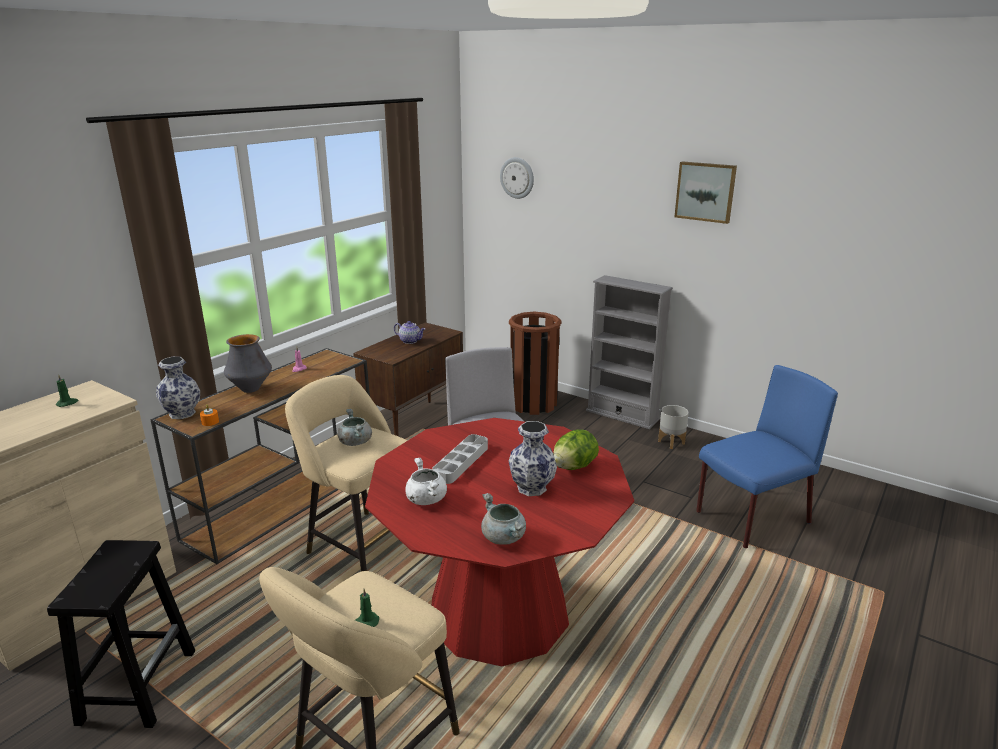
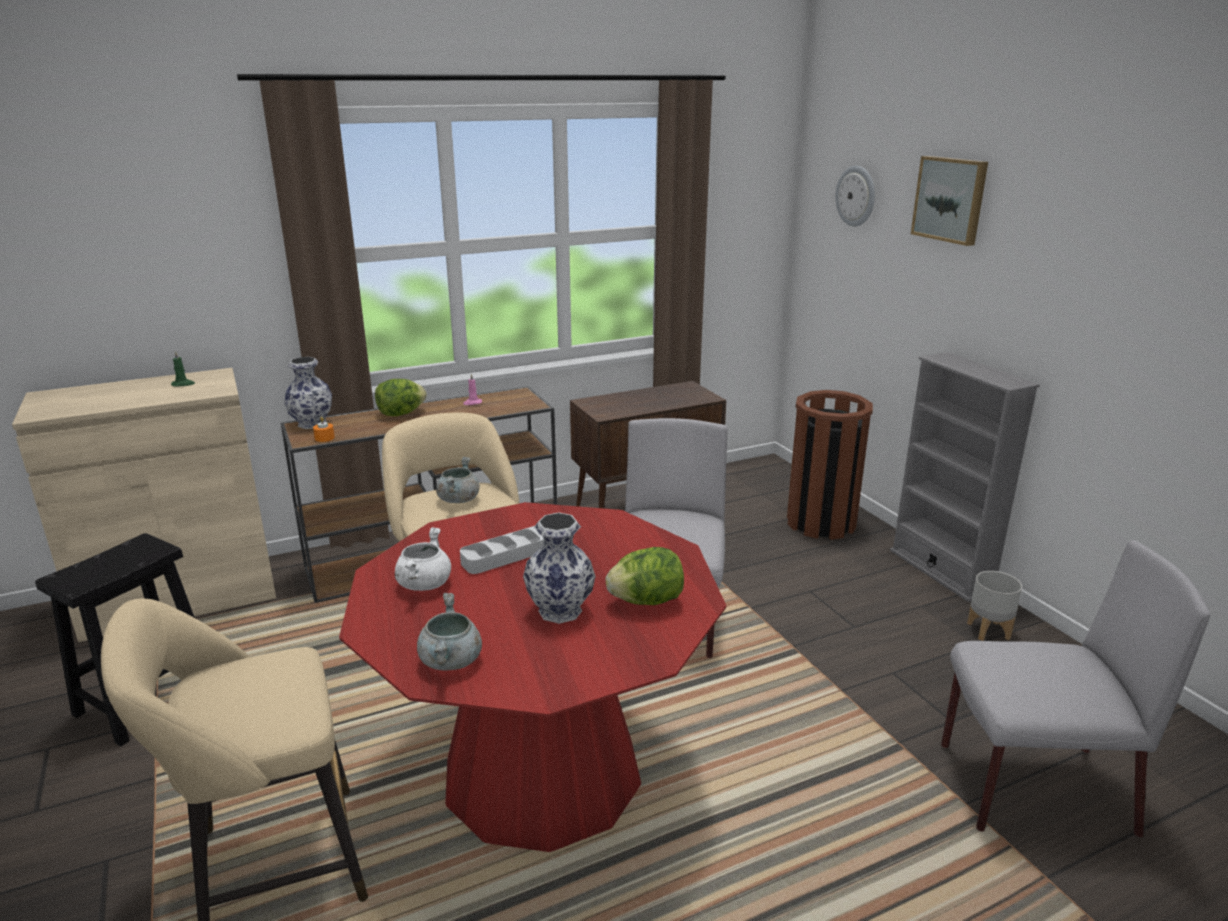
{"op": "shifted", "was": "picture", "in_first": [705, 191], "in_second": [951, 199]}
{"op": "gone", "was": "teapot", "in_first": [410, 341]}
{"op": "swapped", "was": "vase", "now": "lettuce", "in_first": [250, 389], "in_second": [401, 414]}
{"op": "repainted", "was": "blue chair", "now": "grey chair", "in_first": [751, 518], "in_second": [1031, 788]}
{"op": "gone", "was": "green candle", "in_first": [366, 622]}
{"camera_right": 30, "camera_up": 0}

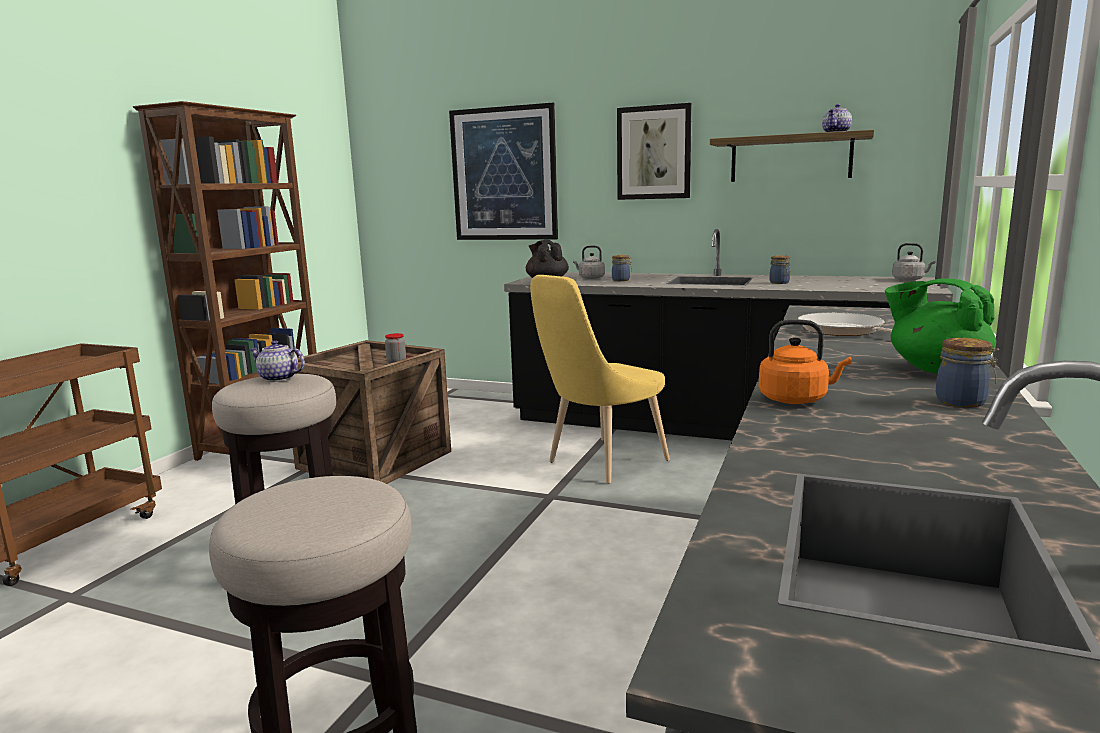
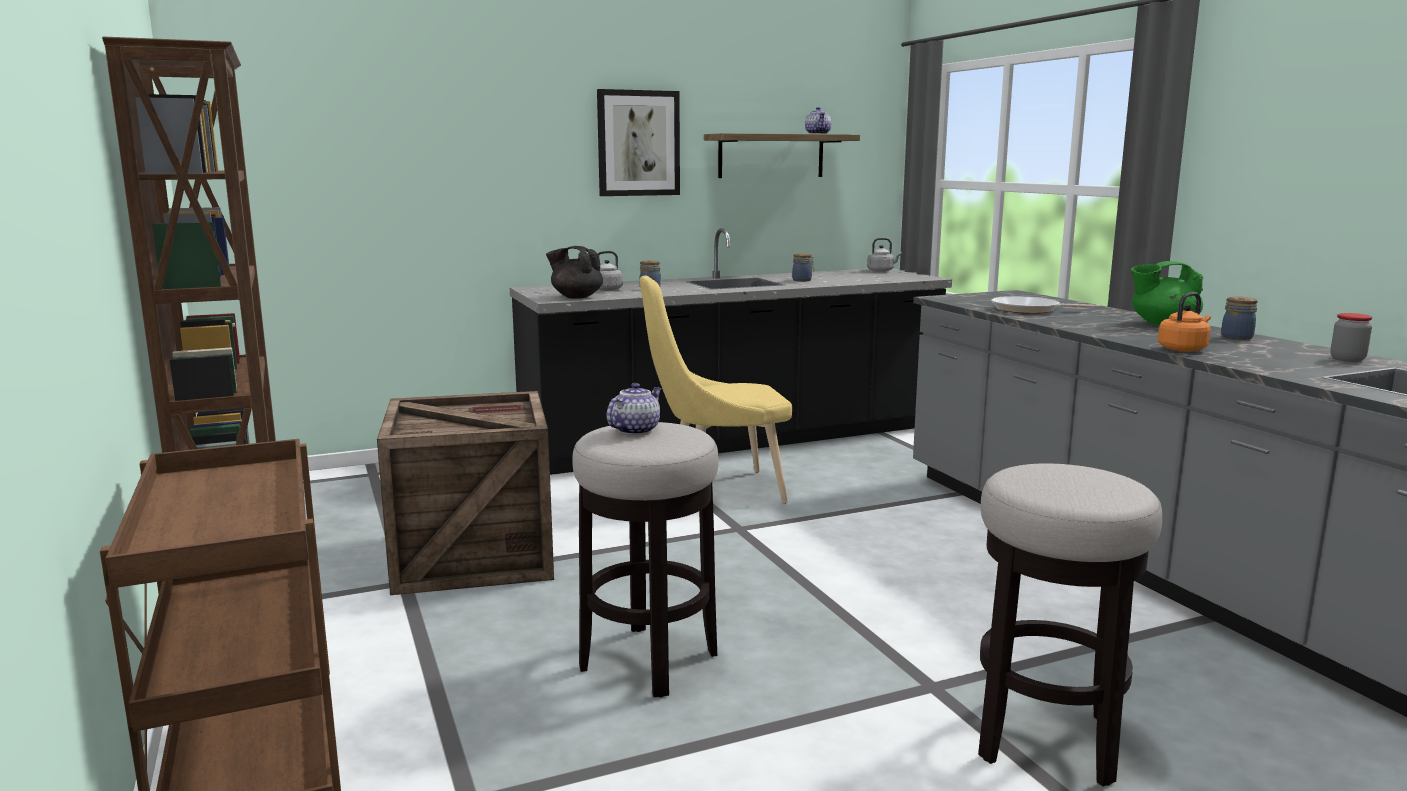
{"op": "gone", "was": "picture", "in_first": [504, 174]}
{"op": "rotated", "was": "yellow chair", "in_first": [601, 463], "in_second": [716, 491], "clockwise": 75}
{"op": "shifted", "was": "jar", "in_first": [396, 362], "in_second": [1347, 359]}
{"op": "rotated", "was": "teapot", "in_first": [278, 378], "in_second": [634, 430], "clockwise": 150}
{"camera_right": -45, "camera_up": 0}

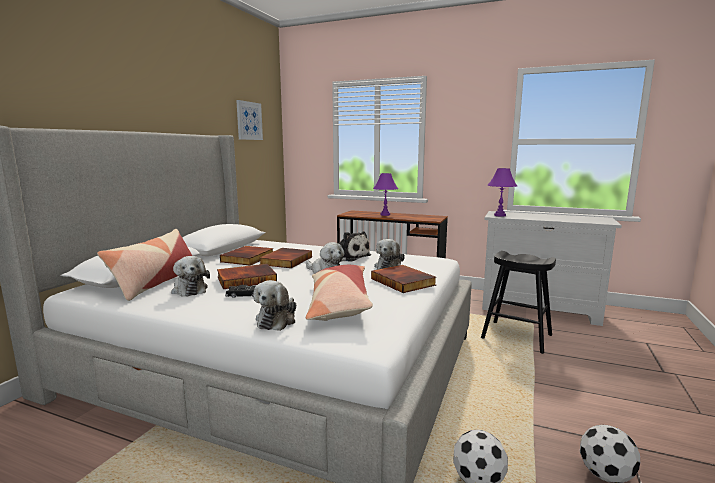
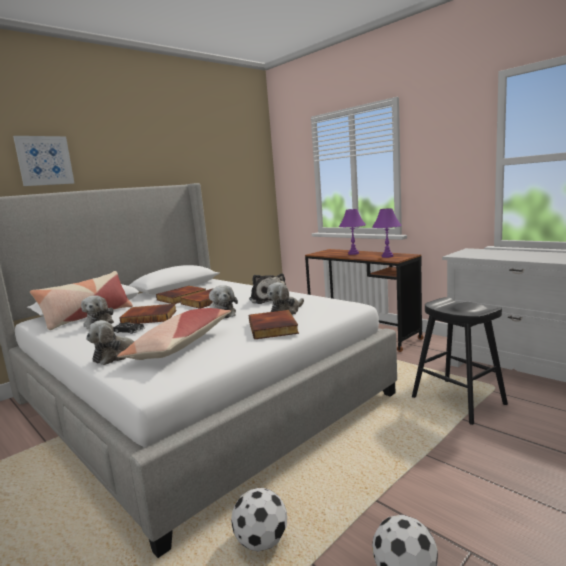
{"op": "shifted", "was": "picture", "in_first": [249, 121], "in_second": [44, 161]}
{"op": "shifted", "was": "purple table lamp", "in_first": [500, 215], "in_second": [387, 256]}
{"camera_right": 25, "camera_up": 0}

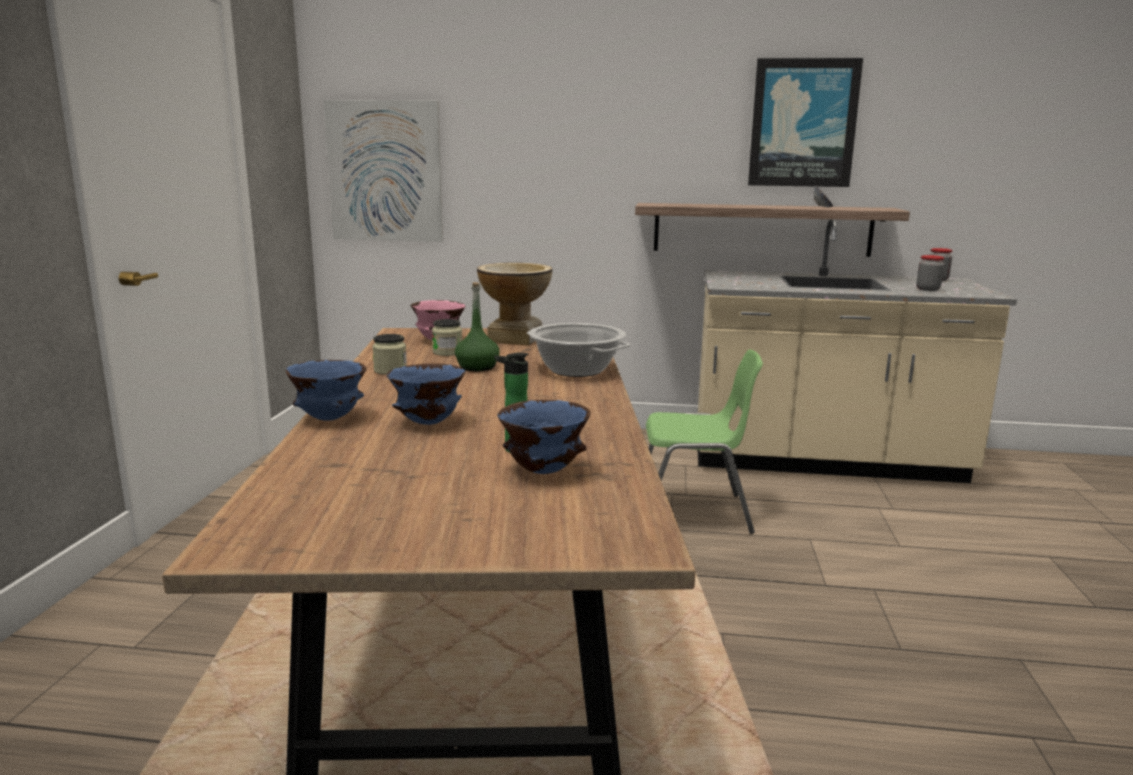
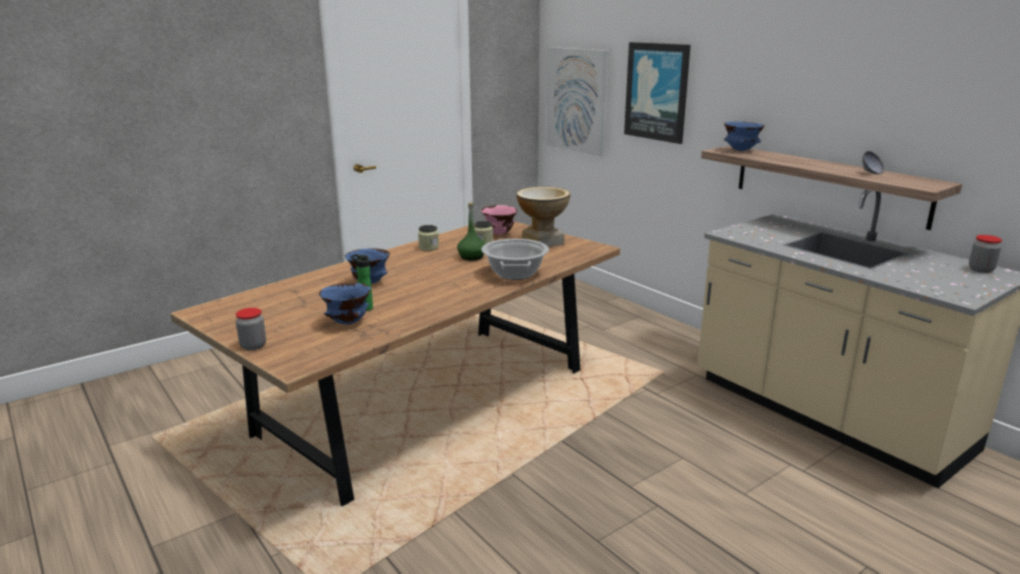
{"op": "shifted", "was": "picture", "in_first": [803, 123], "in_second": [657, 92]}
{"op": "shifted", "was": "jar", "in_first": [927, 289], "in_second": [253, 346]}
{"op": "gone", "was": "green chair", "in_first": [693, 513]}
{"op": "shifted", "was": "blue bowl", "in_first": [330, 419], "in_second": [741, 150]}
{"camera_right": 45, "camera_up": 5}

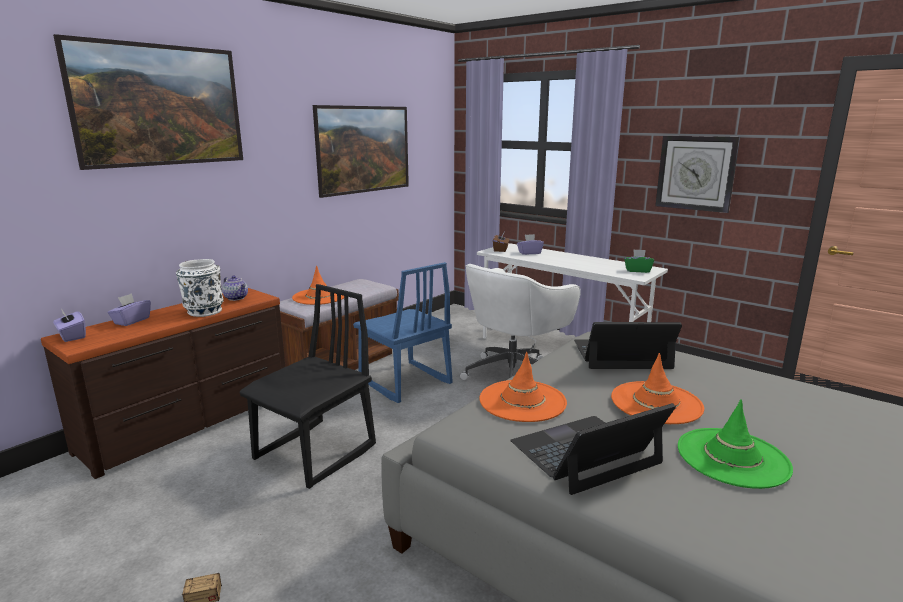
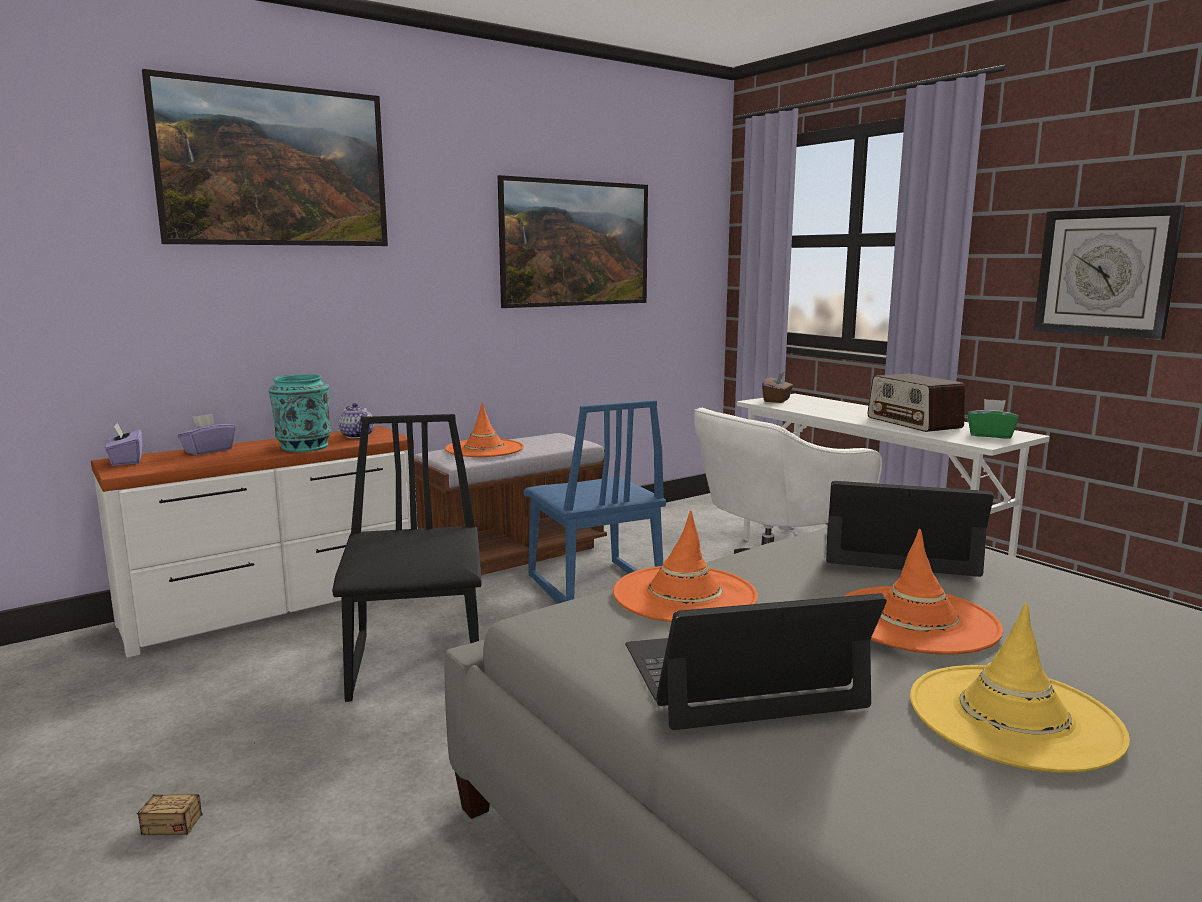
{"op": "gone", "was": "purple tissue box", "in_first": [529, 253]}
{"op": "repainted", "was": "white vase", "now": "turquoise vase", "in_first": [204, 312], "in_second": [303, 447]}
{"op": "rotated", "was": "black chair", "in_first": [316, 453], "in_second": [419, 664], "clockwise": -60}
{"op": "repainted", "was": "brown dresser", "now": "white dresser", "in_first": [190, 423], "in_second": [276, 606]}
{"op": "repainted", "was": "green hat", "now": "yellow hat", "in_first": [732, 457], "in_second": [1013, 717]}
{"op": "new", "now": "radio", "in_second": [914, 423]}
{"camera_right": 15, "camera_up": -5}

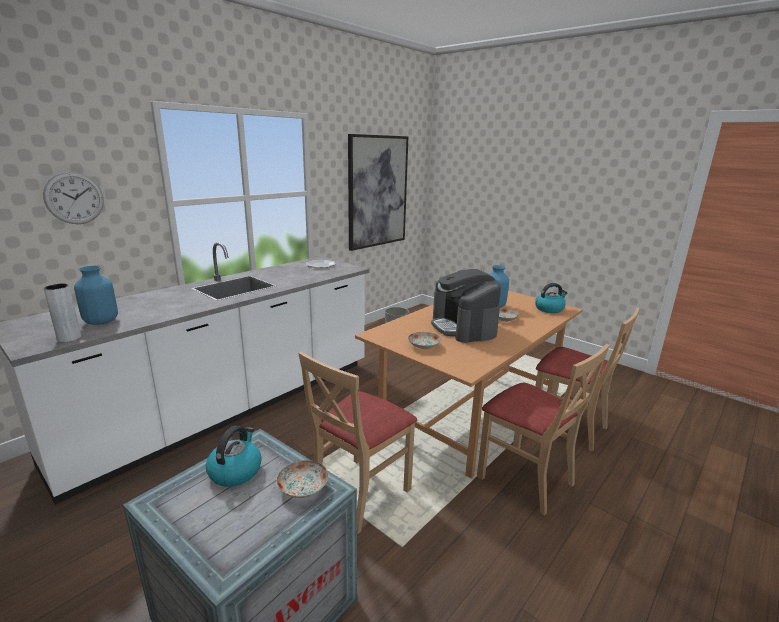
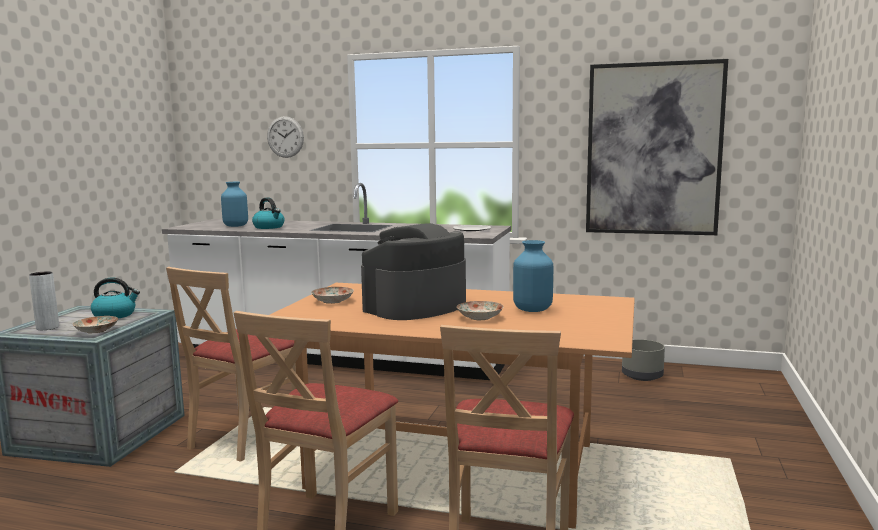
{"op": "shifted", "was": "grey vase", "in_first": [69, 338], "in_second": [47, 327]}
{"op": "shifted", "was": "kettle", "in_first": [549, 309], "in_second": [269, 227]}
{"op": "rotated", "was": "beige chair", "in_first": [359, 493], "in_second": [244, 438], "clockwise": -75}
{"camera_right": 65, "camera_up": -10}

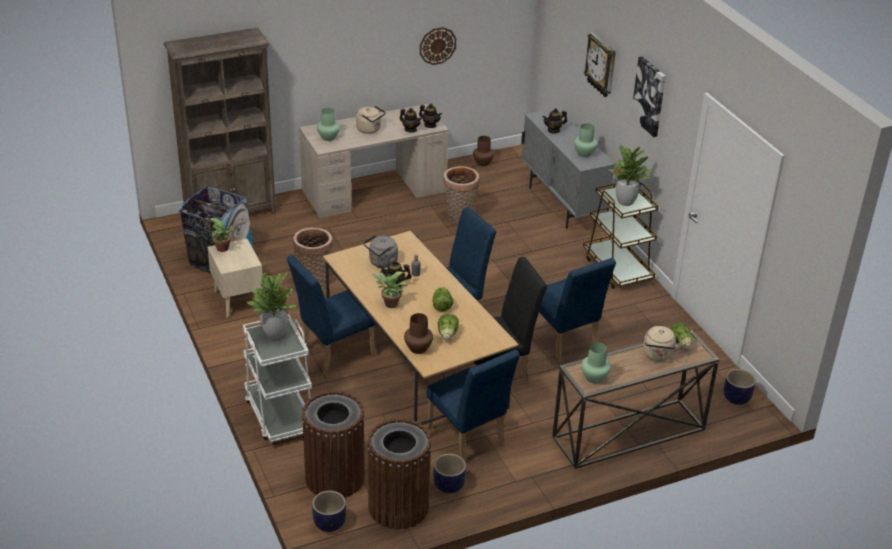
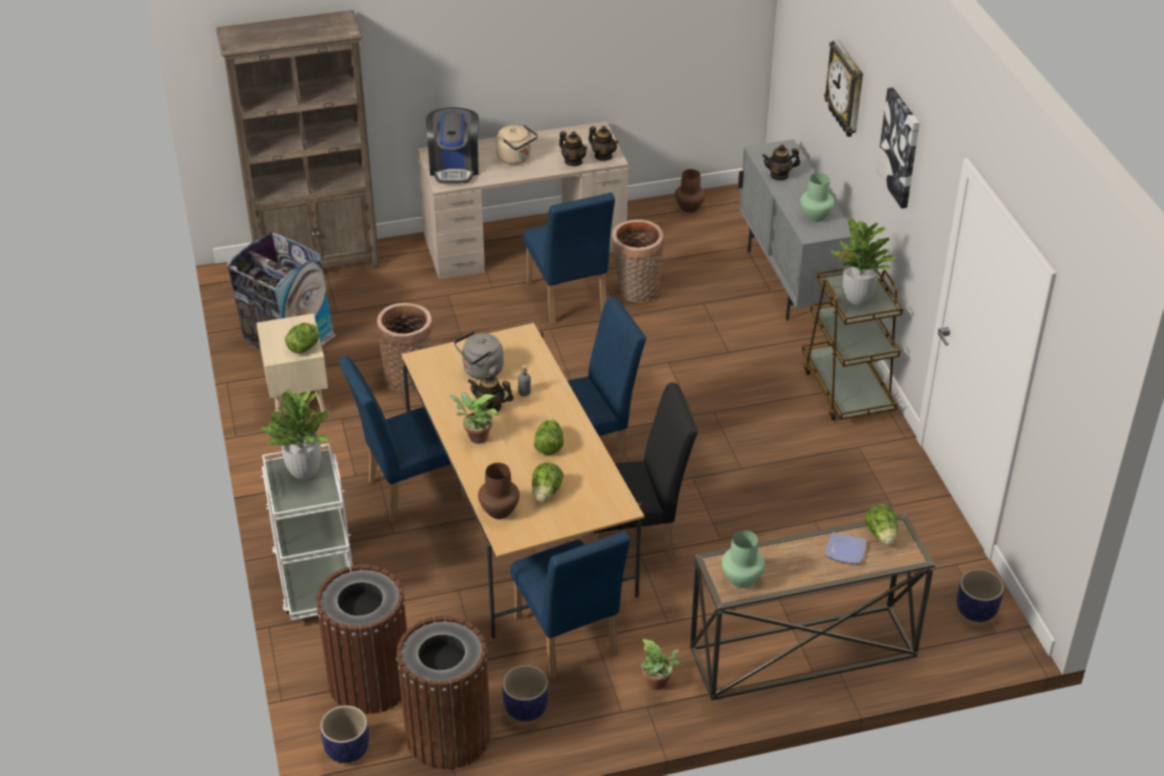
{"op": "gone", "was": "wall clock", "in_first": [437, 45]}
{"op": "swapped", "was": "green vase", "now": "coffee machine", "in_first": [328, 137], "in_second": [454, 167]}
{"op": "shifted", "was": "potted plant", "in_first": [224, 249], "in_second": [658, 684]}
{"op": "shifted", "was": "blue chair", "in_first": [564, 344], "in_second": [568, 301]}
{"op": "swapped", "was": "beige kettle", "now": "plate", "in_first": [658, 355], "in_second": [844, 551]}
{"op": "new", "now": "lettuce", "in_second": [304, 347]}
{"camera_right": 10, "camera_up": 5}

